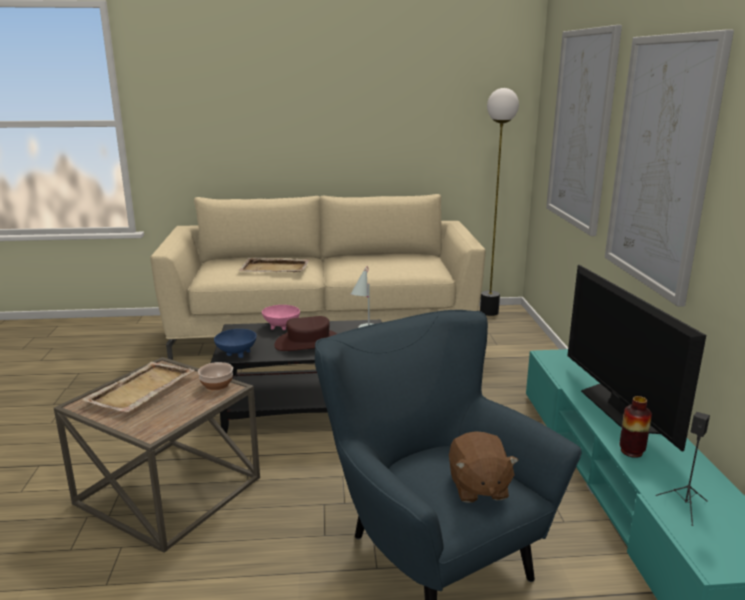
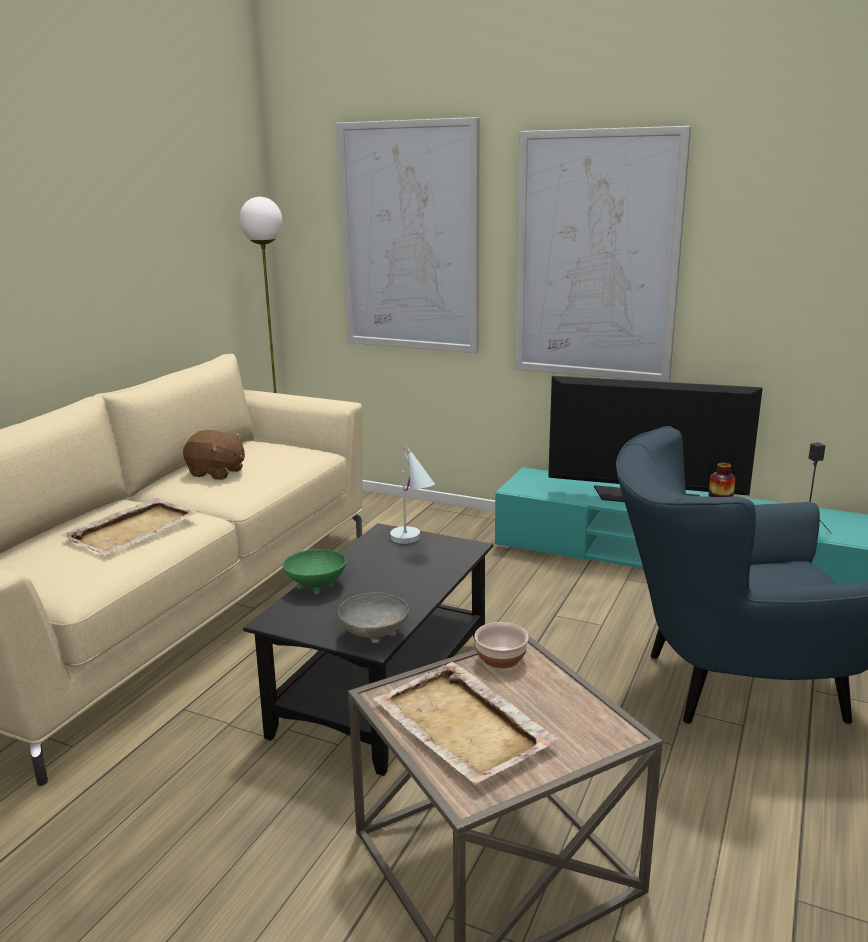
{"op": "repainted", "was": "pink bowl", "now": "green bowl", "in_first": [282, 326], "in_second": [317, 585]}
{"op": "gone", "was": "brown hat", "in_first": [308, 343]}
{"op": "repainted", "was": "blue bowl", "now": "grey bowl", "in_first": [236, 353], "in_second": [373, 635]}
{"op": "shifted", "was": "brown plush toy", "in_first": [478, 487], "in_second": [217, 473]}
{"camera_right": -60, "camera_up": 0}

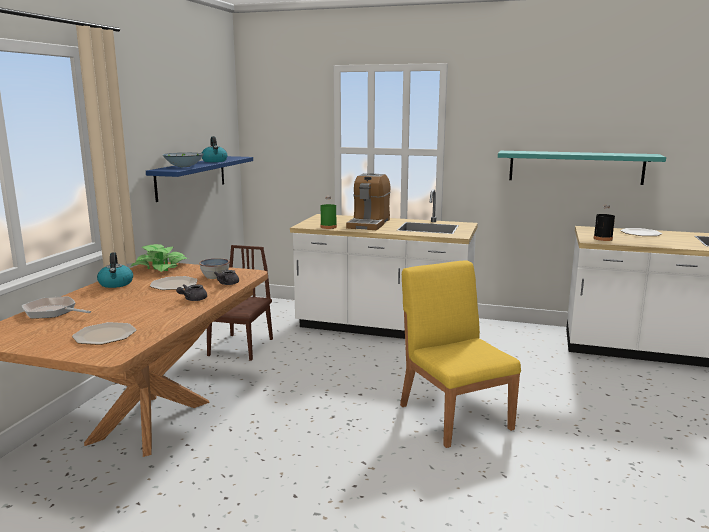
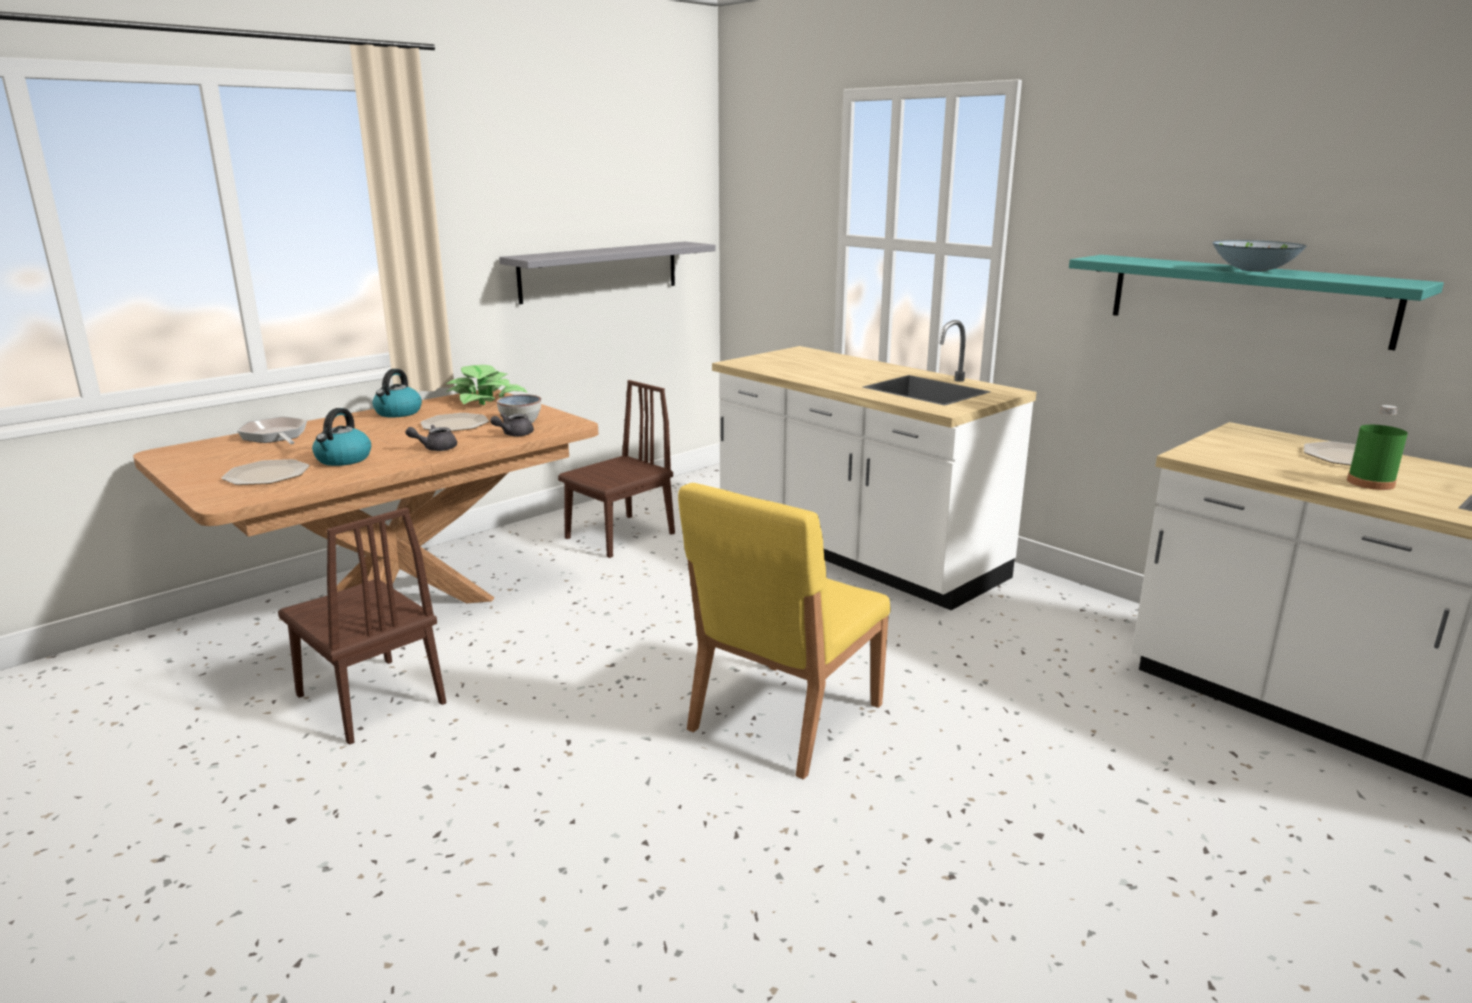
{"op": "shifted", "was": "kettle", "in_first": [215, 161], "in_second": [343, 459]}
{"op": "shifted", "was": "bowl", "in_first": [184, 166], "in_second": [1254, 270]}
{"op": "repainted", "was": "blue shelf", "now": "grey shelf", "in_first": [191, 177], "in_second": [600, 271]}
{"op": "gone", "was": "coffee machine", "in_first": [369, 224]}
{"op": "shifted", "was": "green bottle", "in_first": [328, 227], "in_second": [1370, 483]}
{"op": "gone", "was": "black bottle", "in_first": [603, 239]}
{"op": "rotated", "was": "yellow chair", "in_first": [454, 416], "in_second": [783, 718], "clockwise": -150}
{"op": "new", "now": "brown chair", "in_second": [370, 699]}
{"camera_right": 30, "camera_up": 5}

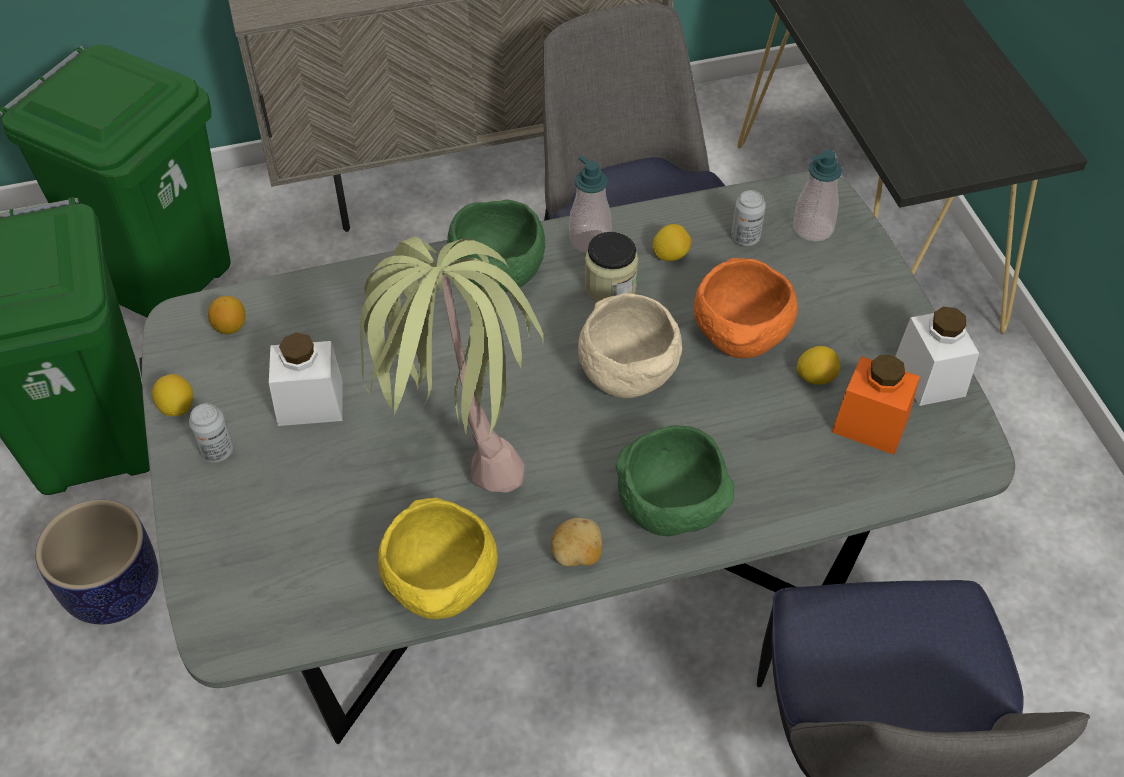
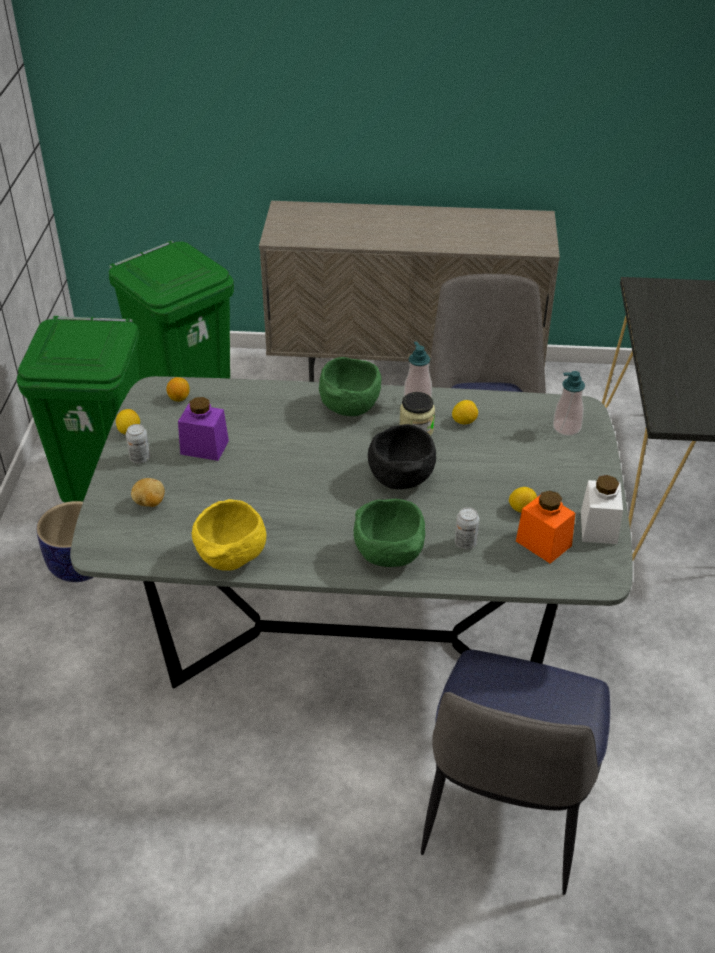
{"op": "shifted", "was": "can", "in_first": [745, 238], "in_second": [465, 543]}
{"op": "gone", "was": "potted plant", "in_first": [457, 445]}
{"op": "gone", "was": "orange bowl", "in_first": [740, 340]}
{"op": "repainted", "was": "beige bowl", "now": "black bowl", "in_first": [625, 374], "in_second": [400, 478]}
{"op": "repainted", "was": "white jar", "now": "purple jar", "in_first": [310, 403], "in_second": [204, 447]}
{"op": "shifted", "was": "potato", "in_first": [577, 556], "in_second": [149, 503]}
{"camera_right": 20, "camera_up": -10}

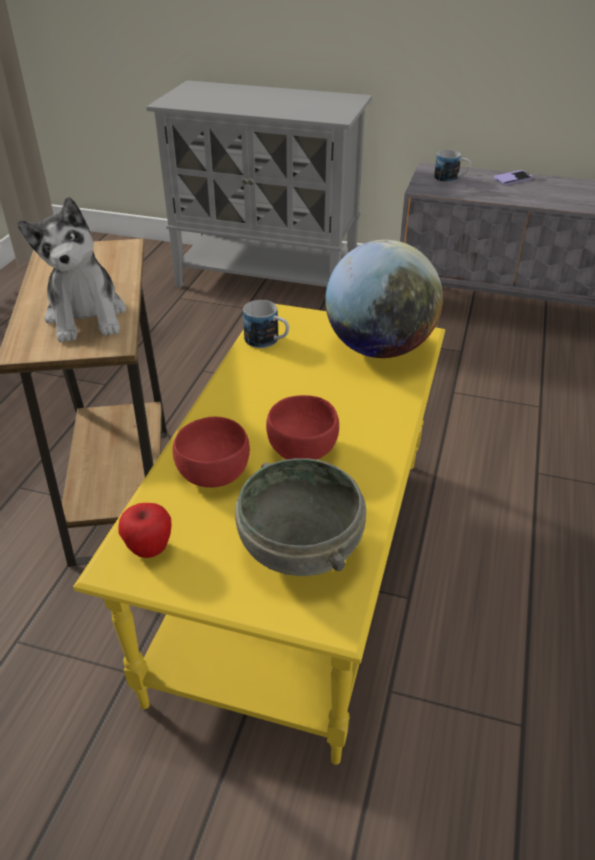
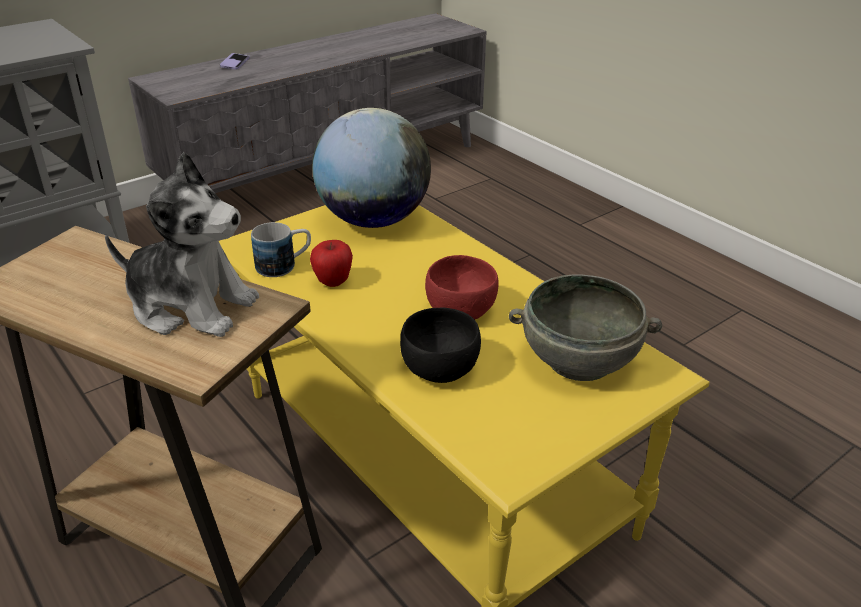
{"op": "gone", "was": "mug", "in_first": [451, 179]}
{"op": "repainted", "was": "red bowl", "now": "black bowl", "in_first": [213, 473], "in_second": [439, 369]}
{"op": "shifted", "was": "apple", "in_first": [149, 549], "in_second": [333, 282]}
{"camera_right": -55, "camera_up": -5}

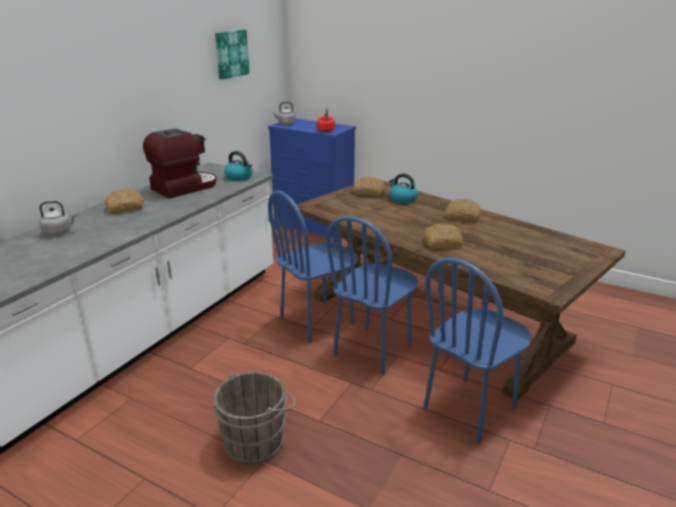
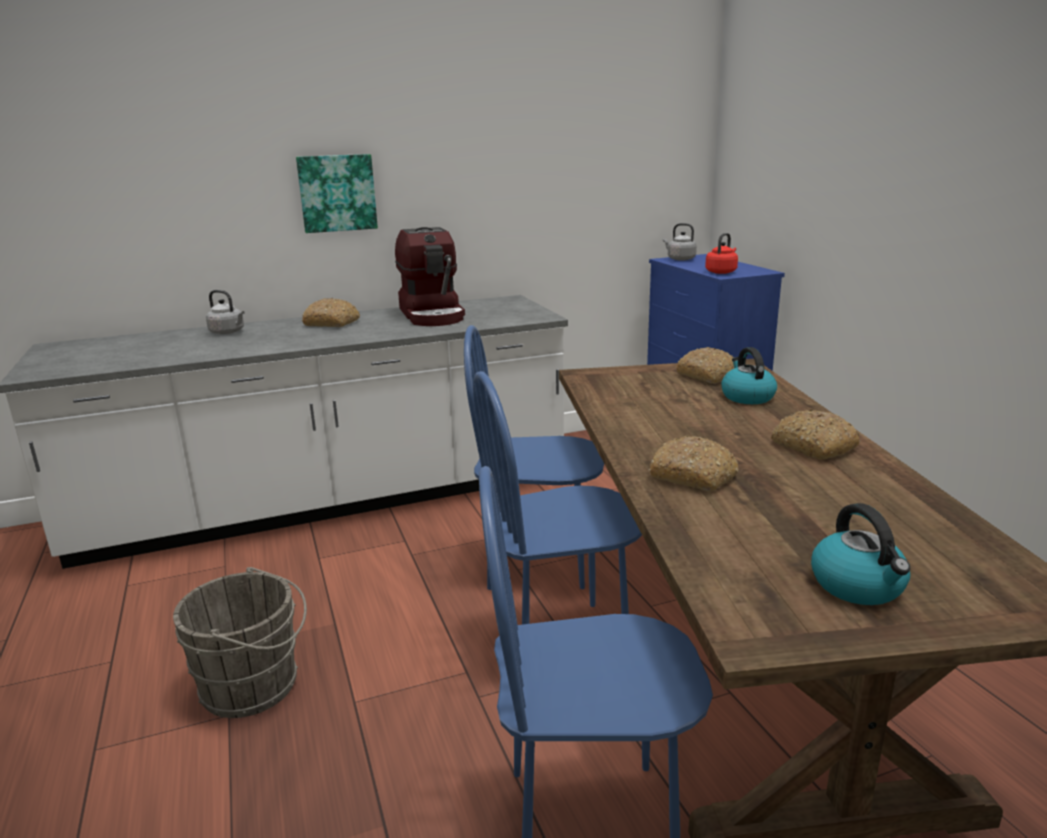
{"op": "shifted", "was": "picture", "in_first": [231, 54], "in_second": [337, 193]}
{"op": "rotated", "was": "coffee machine", "in_first": [184, 187], "in_second": [433, 315], "clockwise": 75}
{"op": "shifted", "was": "kettle", "in_first": [239, 177], "in_second": [858, 586]}
{"camera_right": 40, "camera_up": -5}

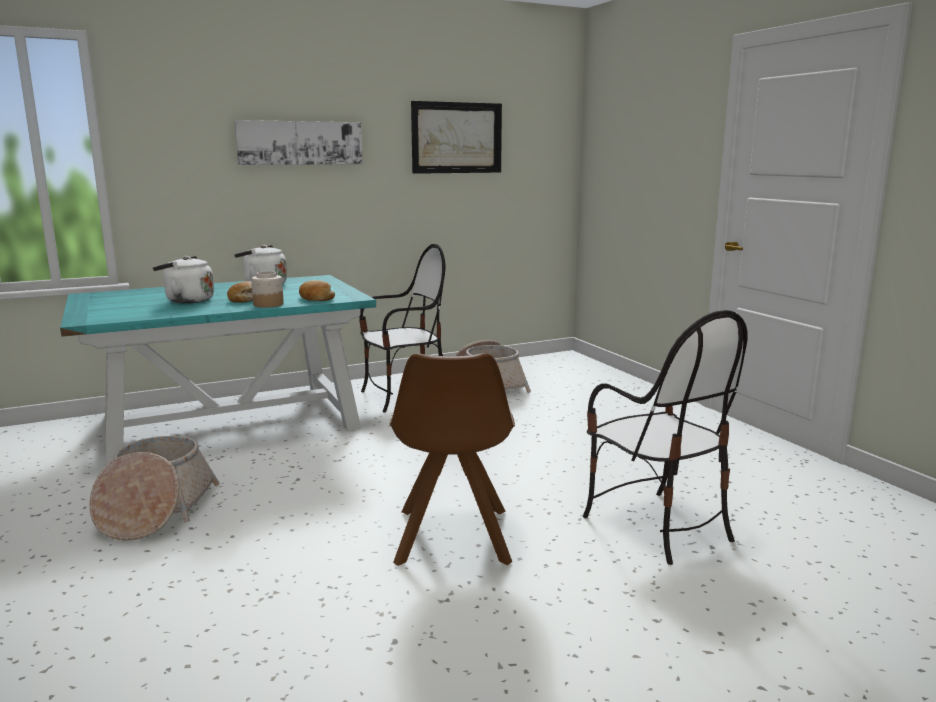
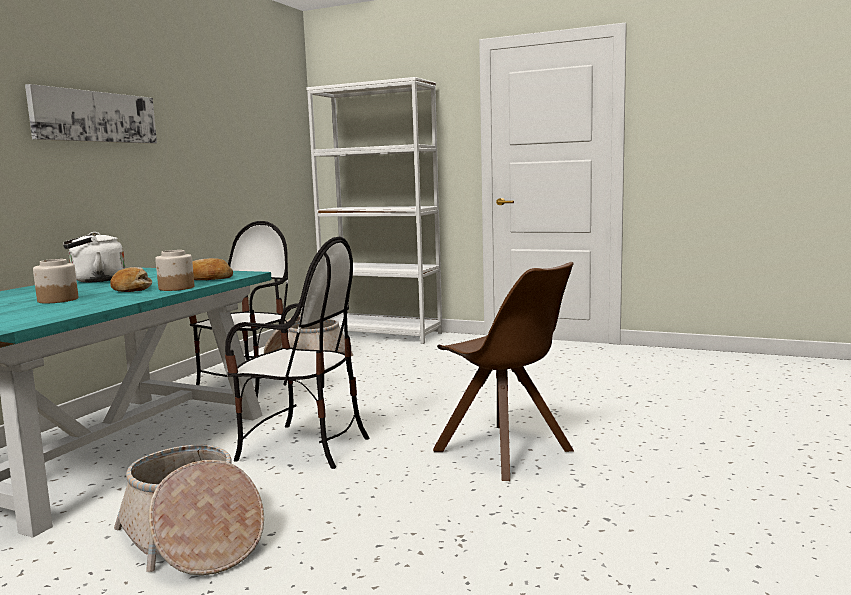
{"op": "gone", "was": "picture", "in_first": [456, 138]}
{"op": "swapped", "was": "white kettle", "now": "jar", "in_first": [187, 301], "in_second": [57, 300]}
{"op": "shifted", "was": "chair", "in_first": [656, 526], "in_second": [303, 447]}
{"op": "new", "now": "white bookcase", "in_second": [382, 334]}
{"camera_right": -40, "camera_up": -5}

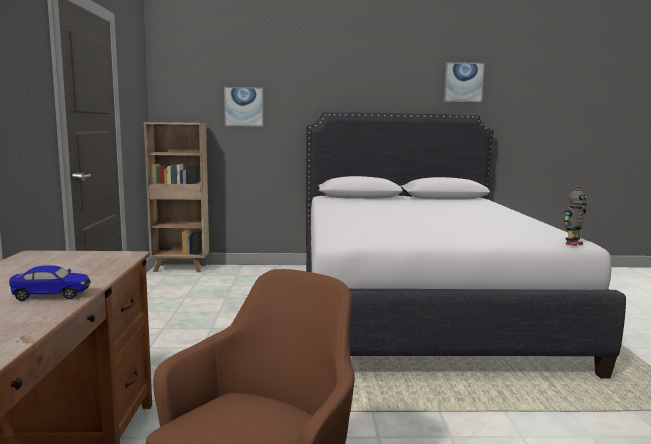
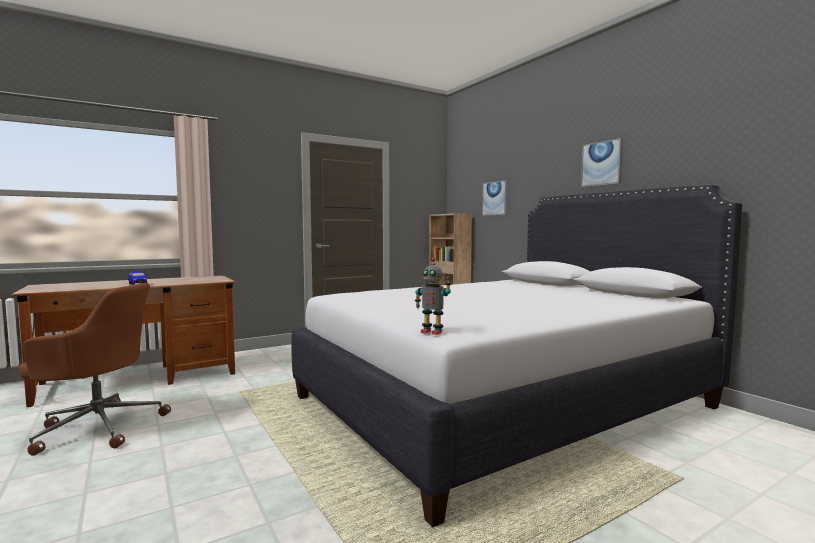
{"op": "shifted", "was": "picture", "in_first": [463, 82], "in_second": [601, 163]}
{"camera_right": 60, "camera_up": -5}

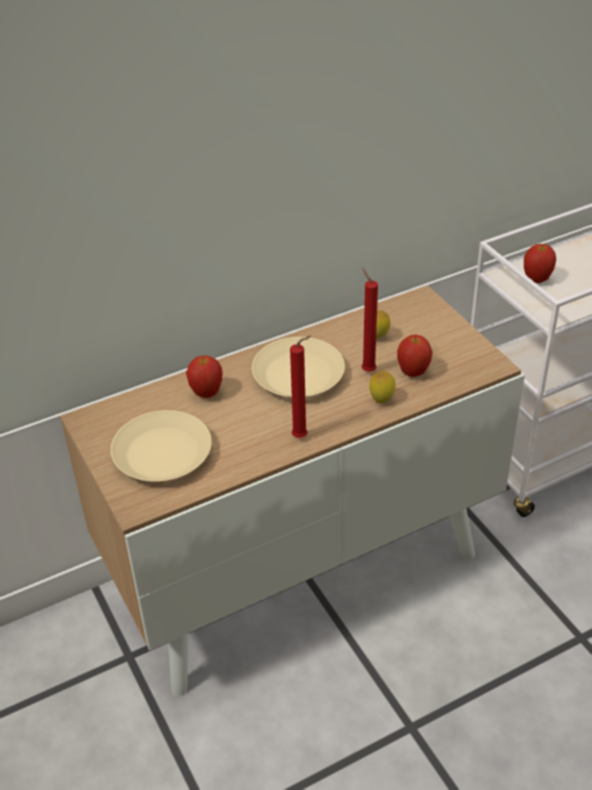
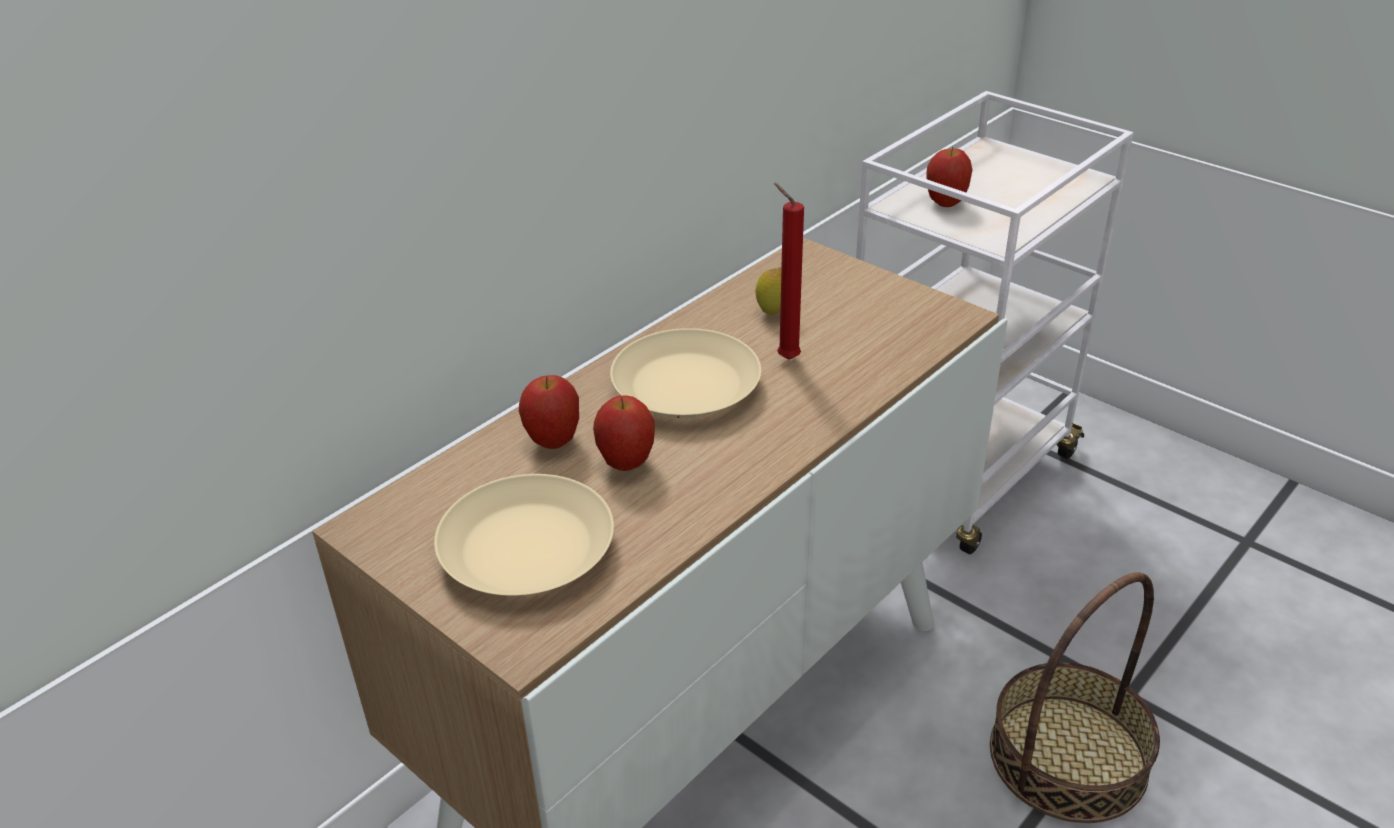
{"op": "shifted", "was": "apple", "in_first": [413, 372], "in_second": [627, 463]}
{"op": "gone", "was": "red candle", "in_first": [302, 437]}
{"op": "gone", "was": "lemon", "in_first": [381, 400]}
{"op": "new", "now": "basket", "in_second": [1067, 756]}
{"camera_right": -20, "camera_up": -5}

